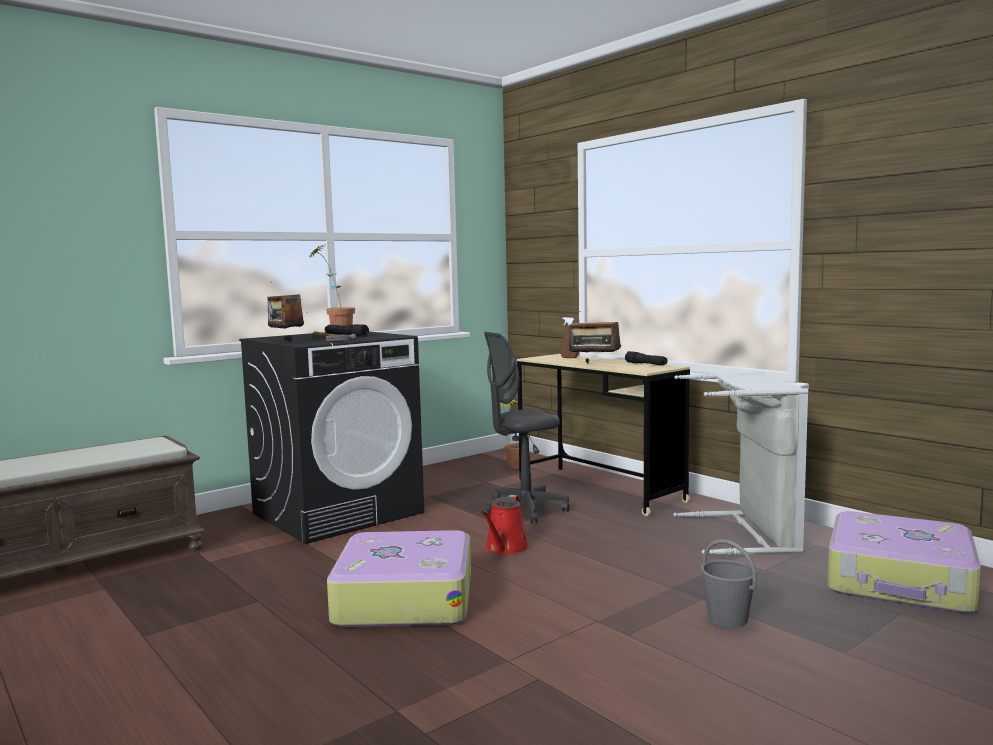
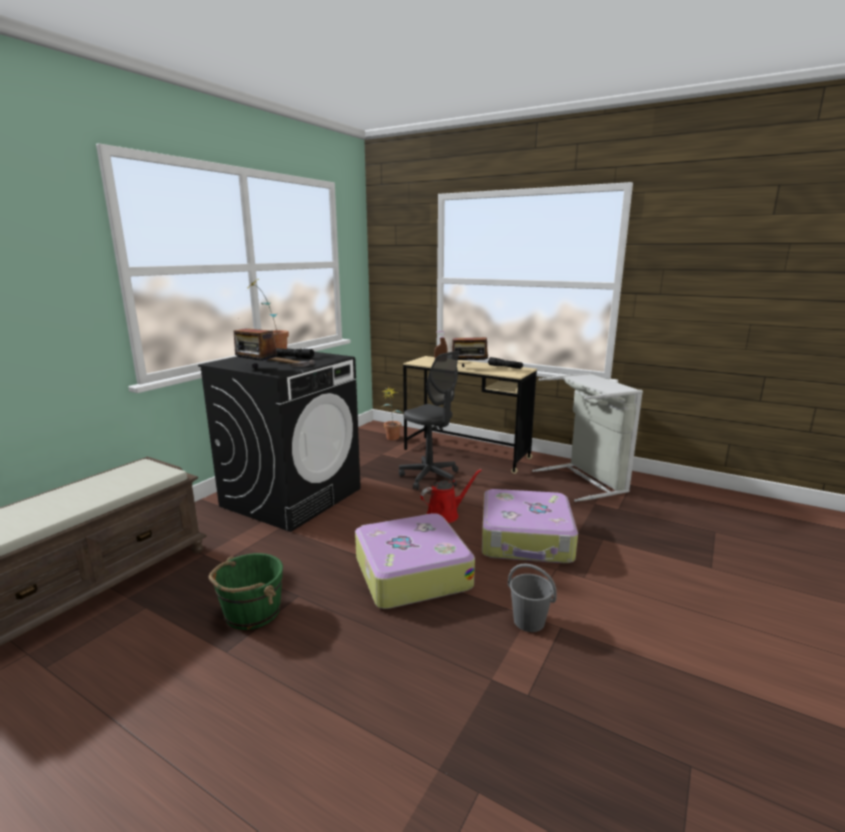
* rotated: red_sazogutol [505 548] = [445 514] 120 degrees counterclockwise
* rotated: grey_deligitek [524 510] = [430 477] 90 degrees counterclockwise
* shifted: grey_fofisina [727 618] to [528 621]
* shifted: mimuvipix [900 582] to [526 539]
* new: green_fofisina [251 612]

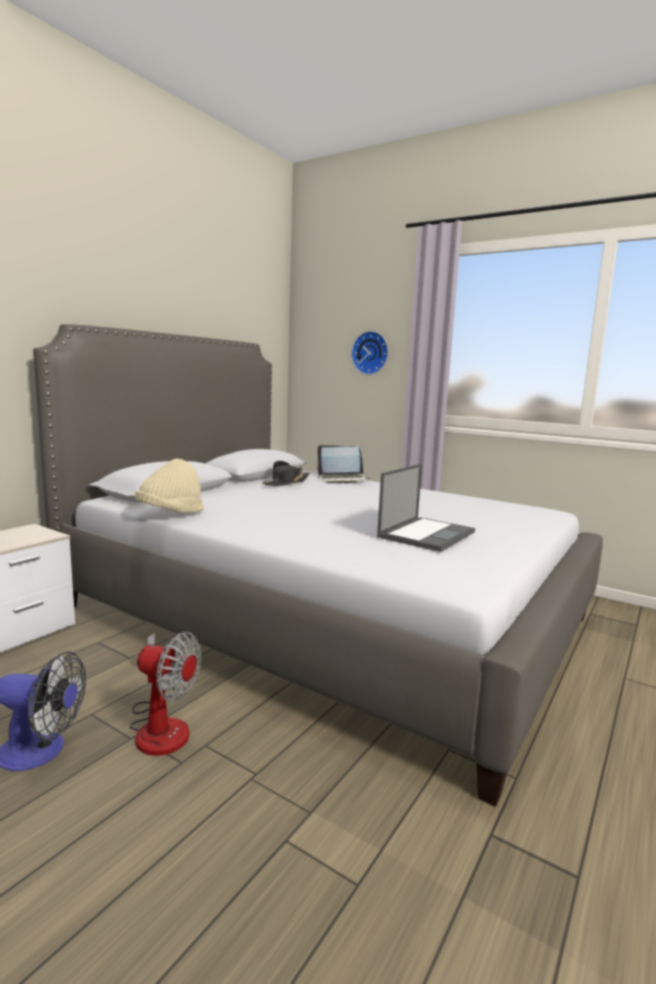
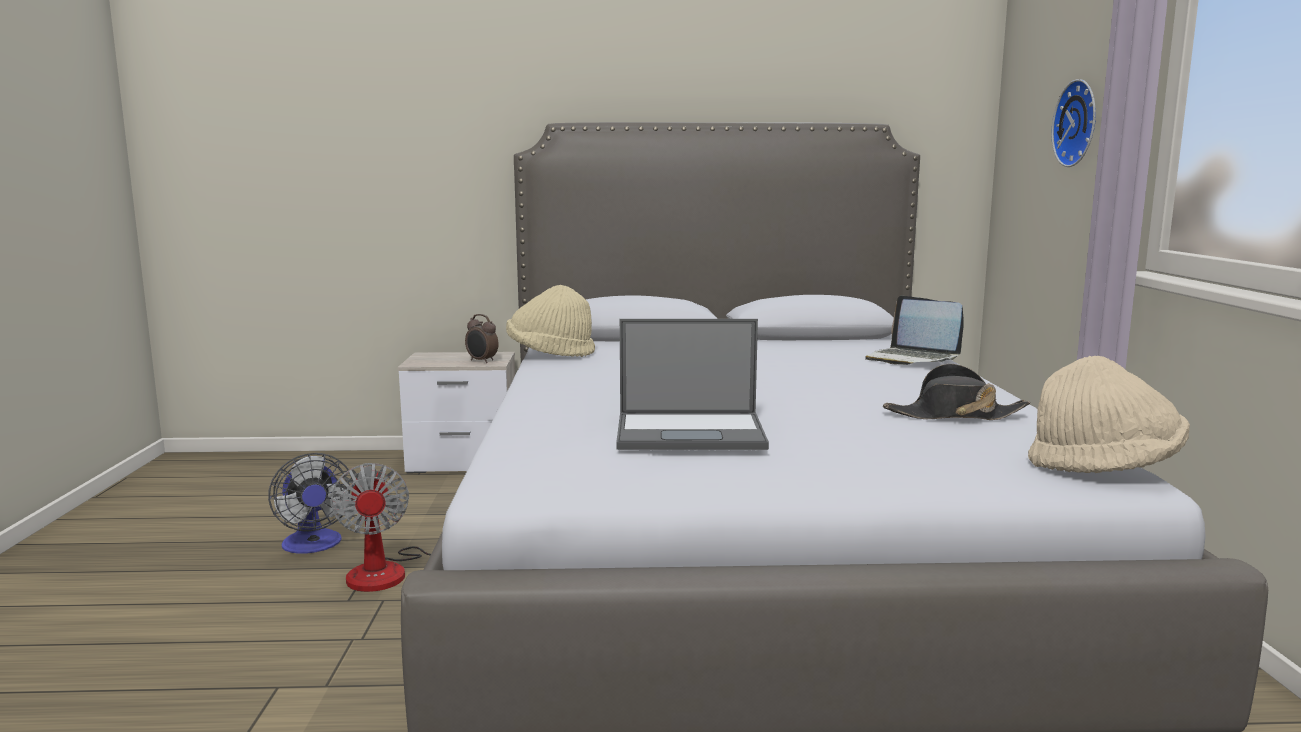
* shifted: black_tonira [286 483] to [954 415]
* new: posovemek [482 361]
* new: beige_tonira [1103 467]

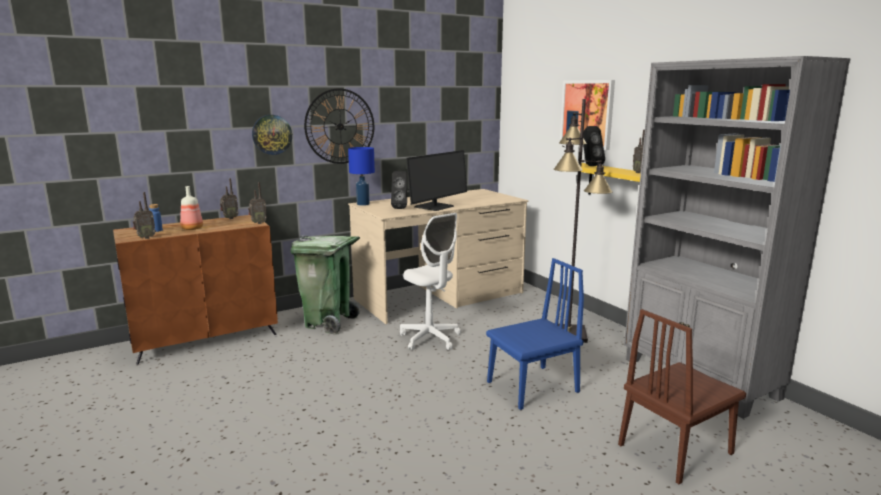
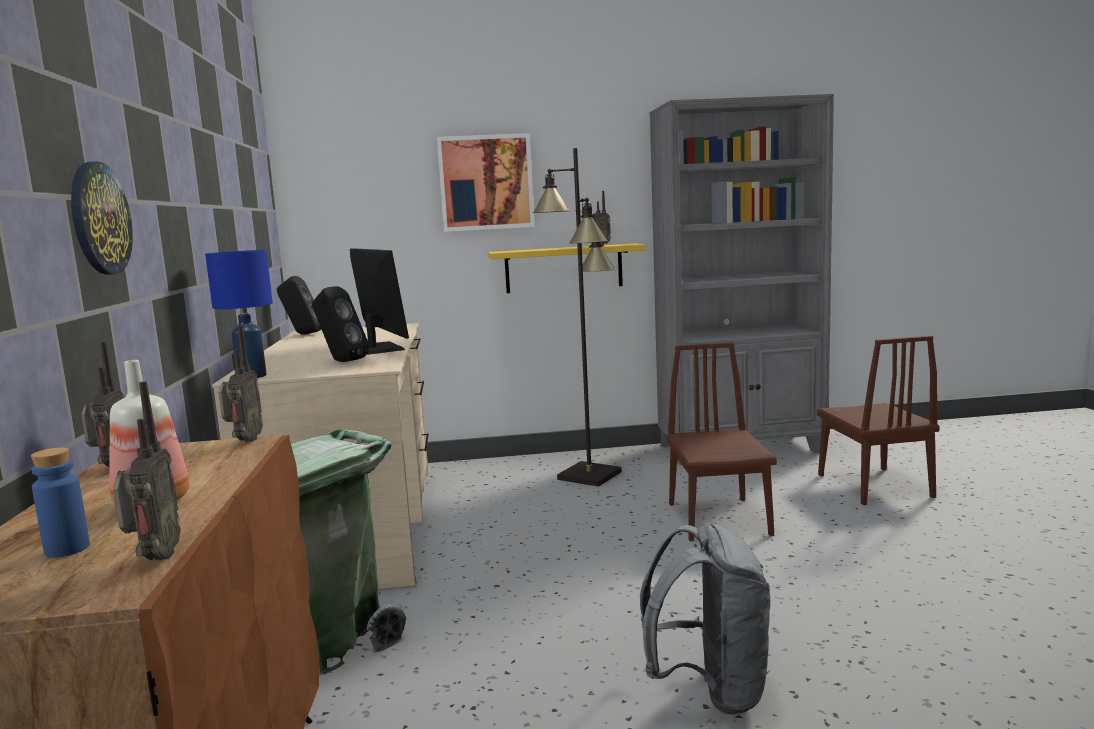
* gone: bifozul [340 126]
* gone: white_deligitek [430 338]
* repainted: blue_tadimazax [532 387] to brown_tadimazax [718 519]
* shifted: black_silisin [590 166] to [302 334]
* new: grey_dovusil [710 689]

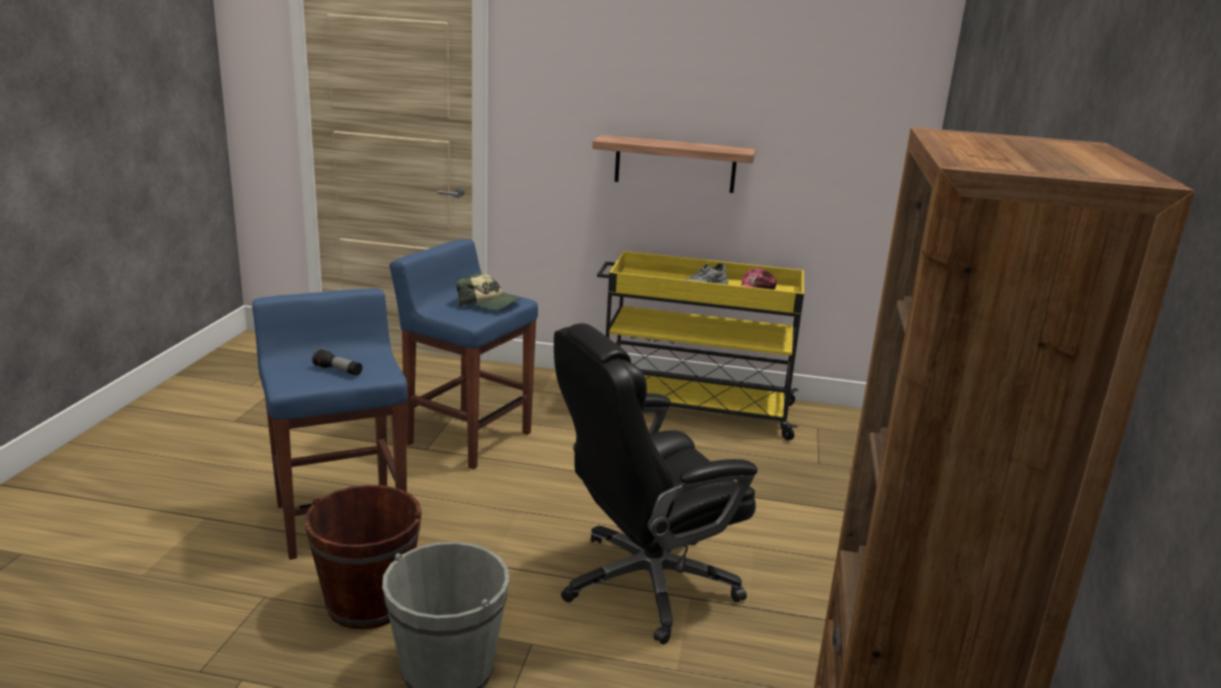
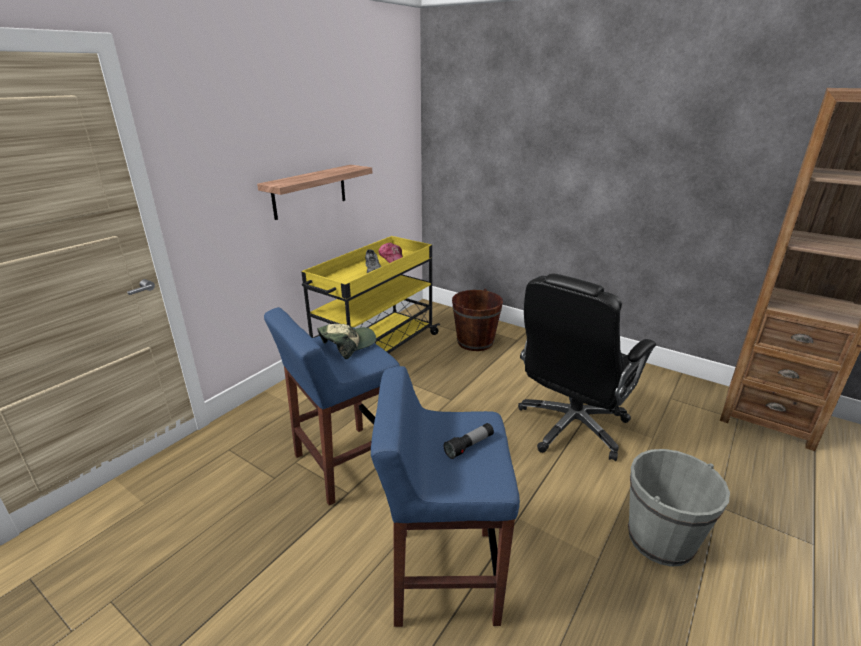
* shifted: brown_fofisina [368 603] to [475 342]
* rotated: black_deligitek [645 584] = [571 427] 45 degrees clockwise

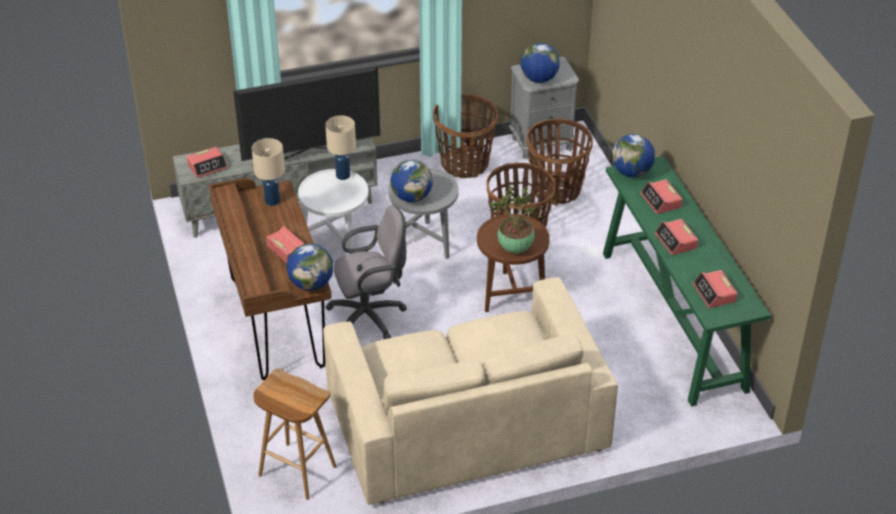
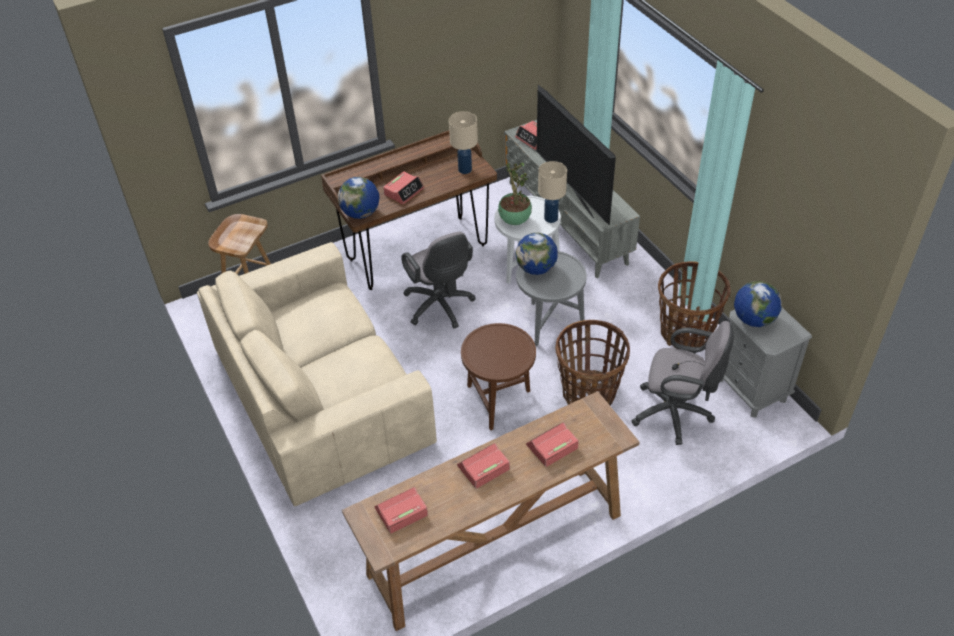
* shifted: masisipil [514 248] to [514 220]
* swapped: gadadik [556 190] to grey_deligitek [676 414]
* repainted: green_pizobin [673 320] to brown_pizobin [494 545]
* gone: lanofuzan [631 172]

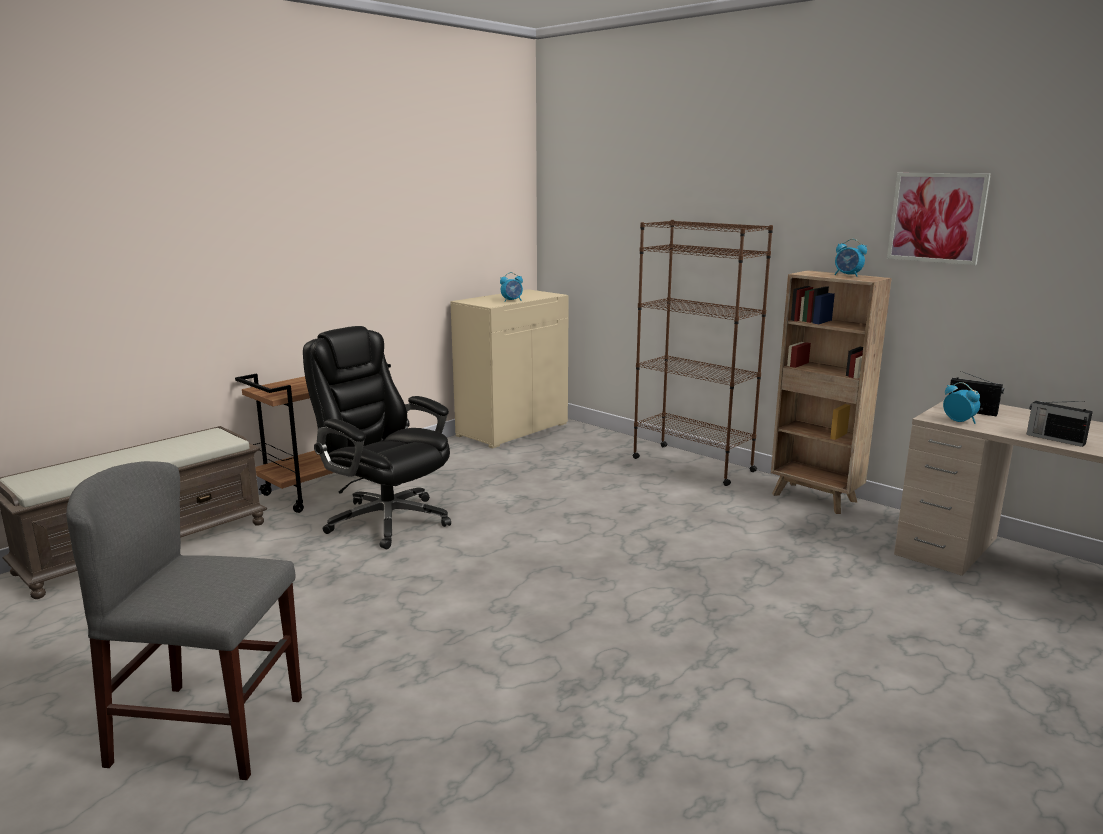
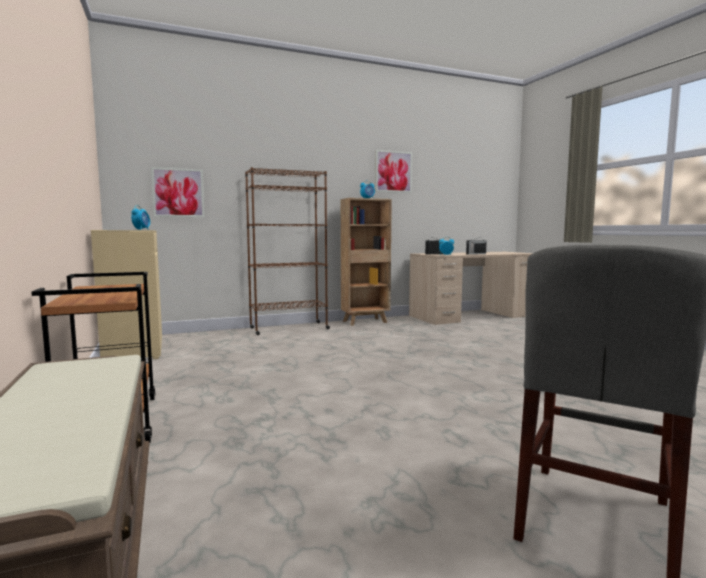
* gone: black_deligitek [386 520]
* new: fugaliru [178 193]

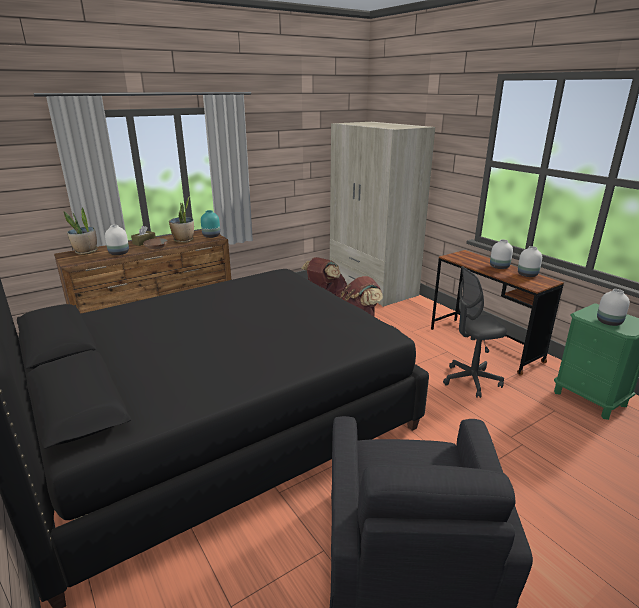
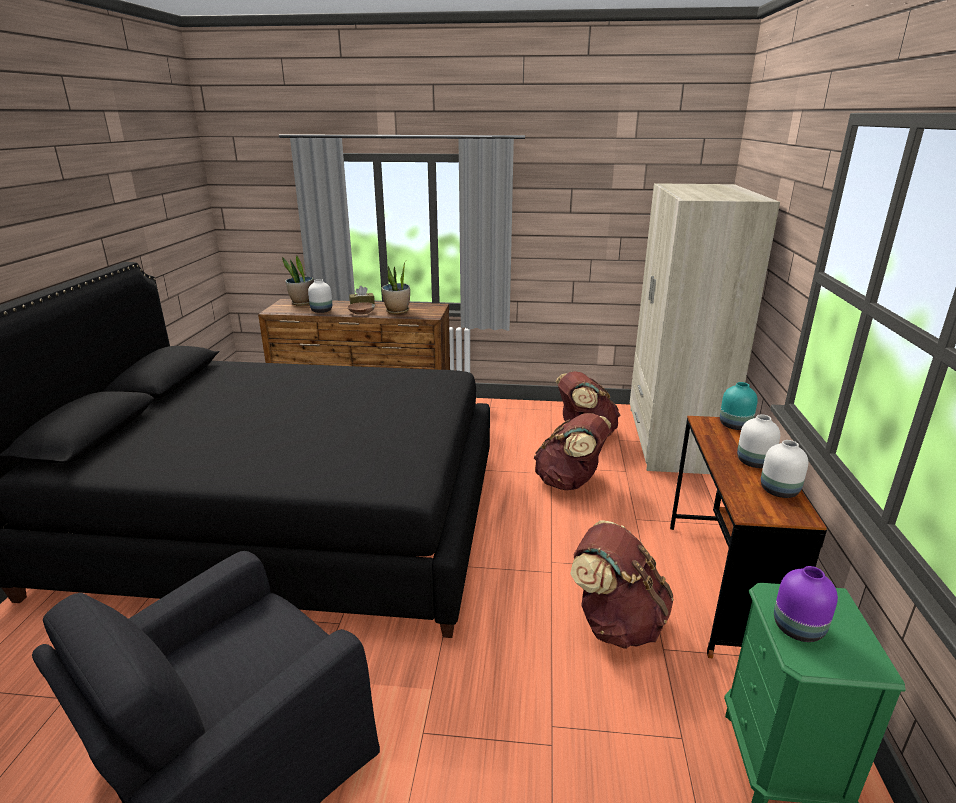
* shifted: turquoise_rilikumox [211 236] to [734 425]
* swapped: grey_deligitek [471 381] to brown_dovusil [616 623]
* repainted: white_rilikumox [609 322] to purple_rilikumox [798 629]

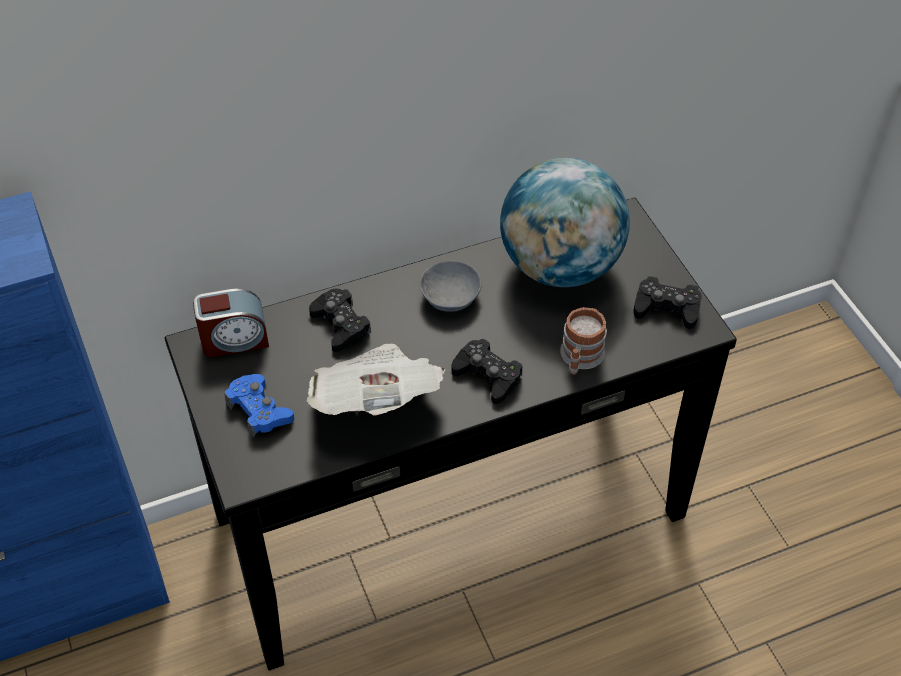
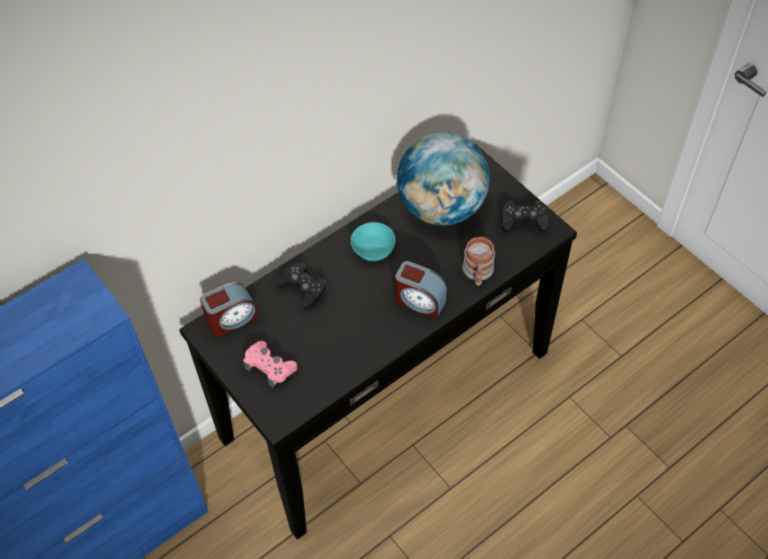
* repainted: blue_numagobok [259 410] to pink_numagobok [270 367]
* gone: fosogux [377 402]
* repainted: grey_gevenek [452 298] to turquoise_gevenek [374 249]
* swapped: black_numagobok [487 376] to posovemek [420 301]

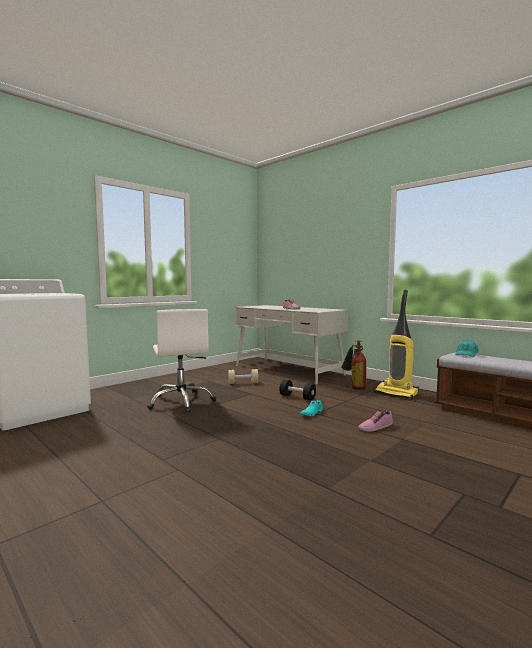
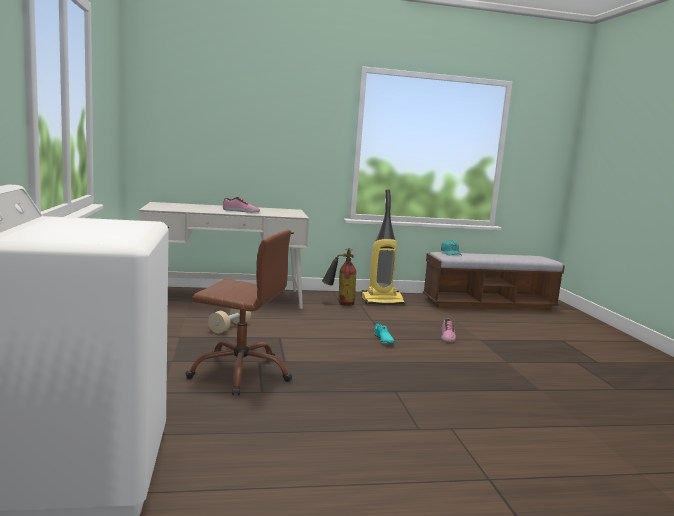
* repainted: white_deligitek [181 402] to brown_deligitek [241 372]
* gone: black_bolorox [297 397]

